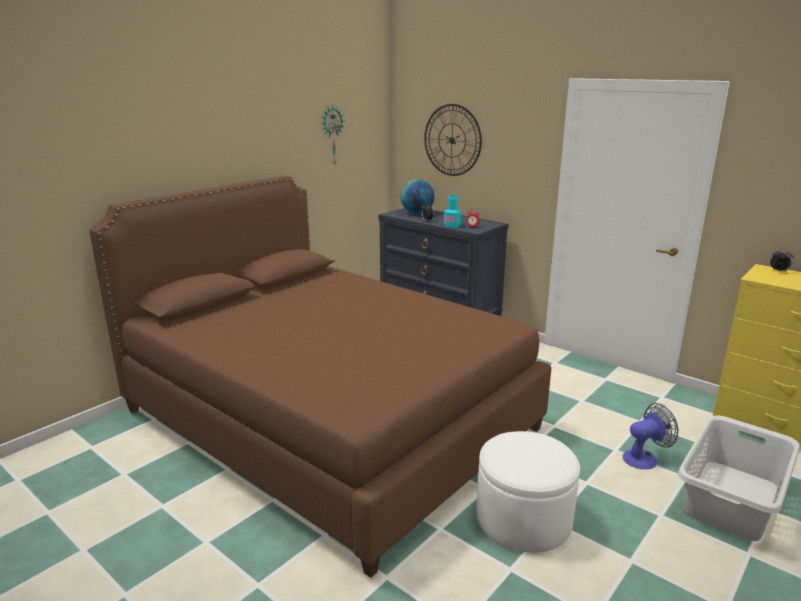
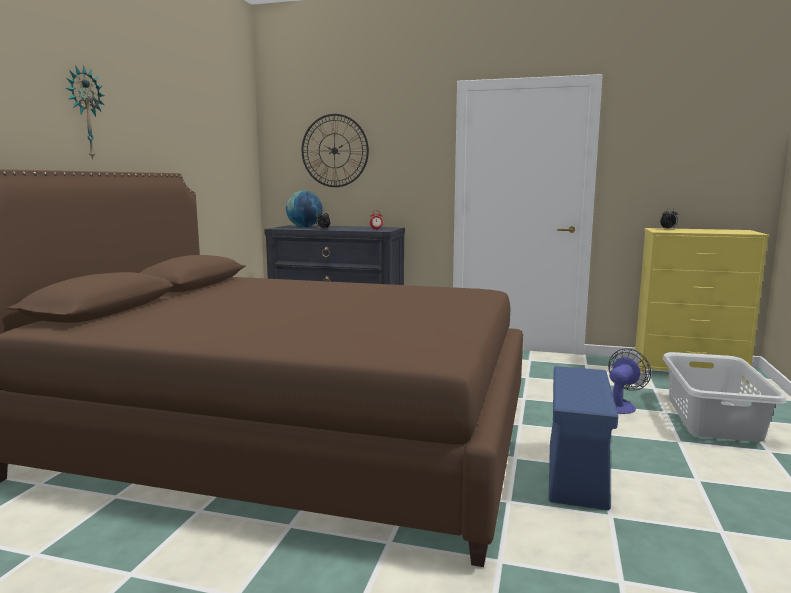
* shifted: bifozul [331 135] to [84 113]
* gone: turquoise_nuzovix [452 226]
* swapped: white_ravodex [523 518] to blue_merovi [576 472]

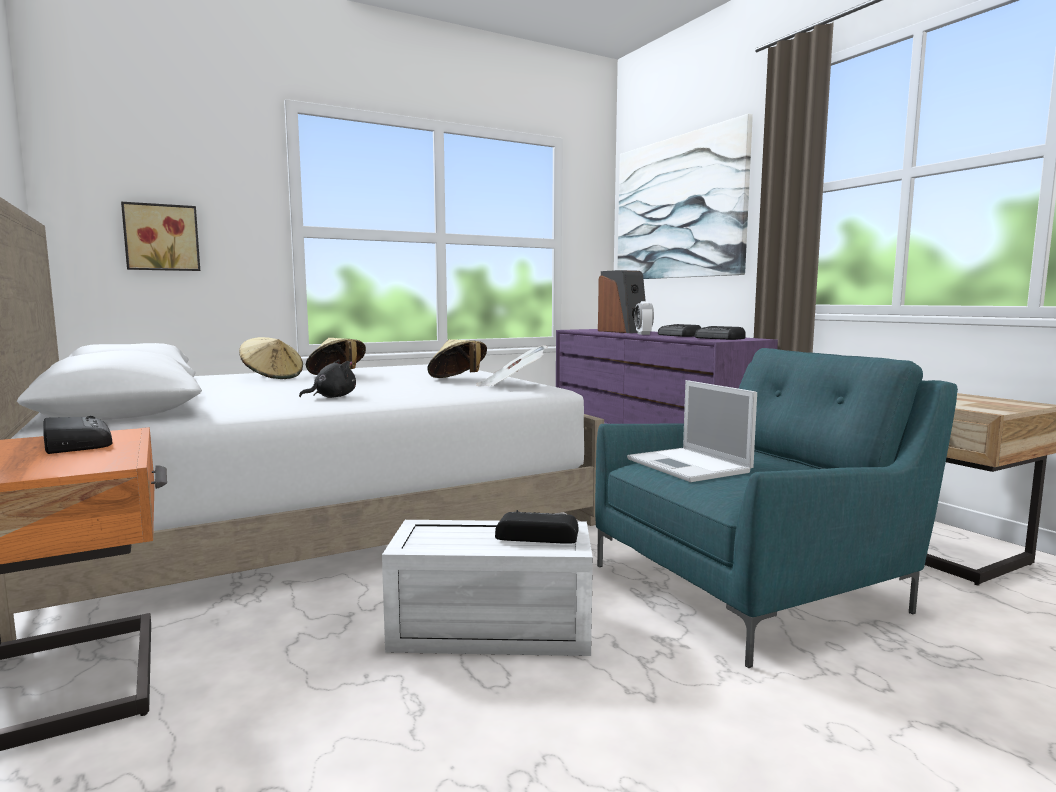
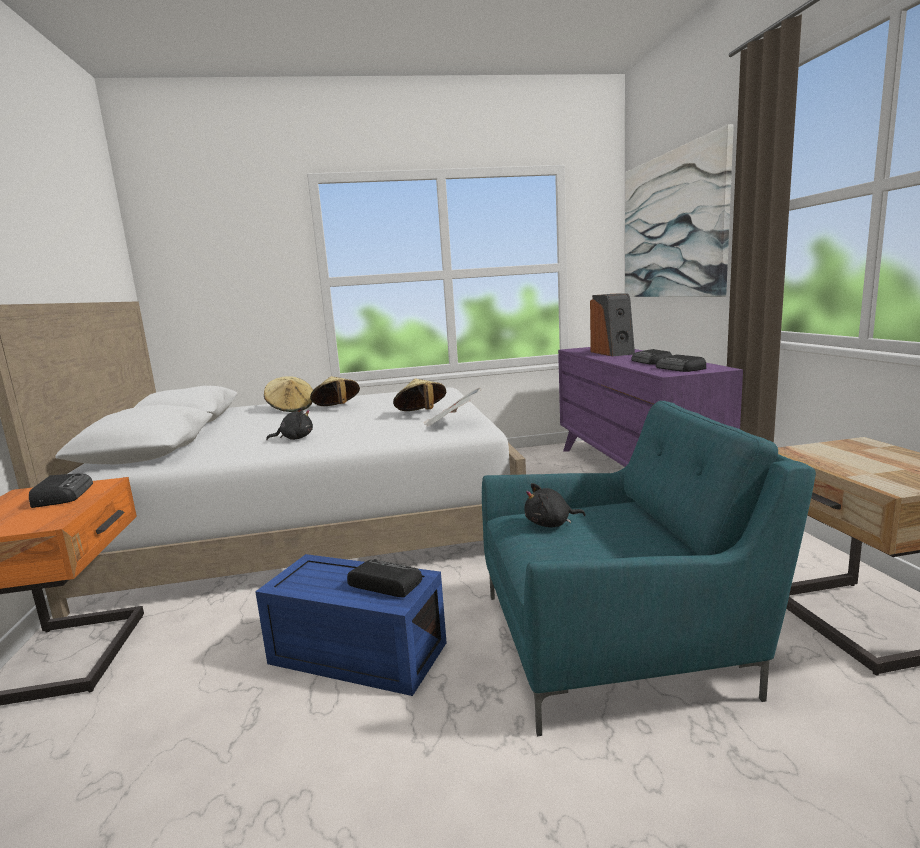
* gone: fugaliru [161 237]
* repainted: white_merovi [488 630] to blue_merovi [354 654]
* swapped: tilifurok [690 466] to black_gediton [550 524]
* gone: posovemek [643 334]

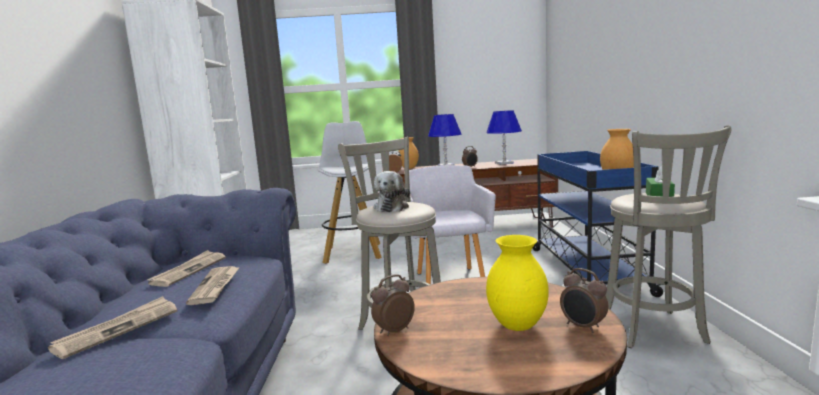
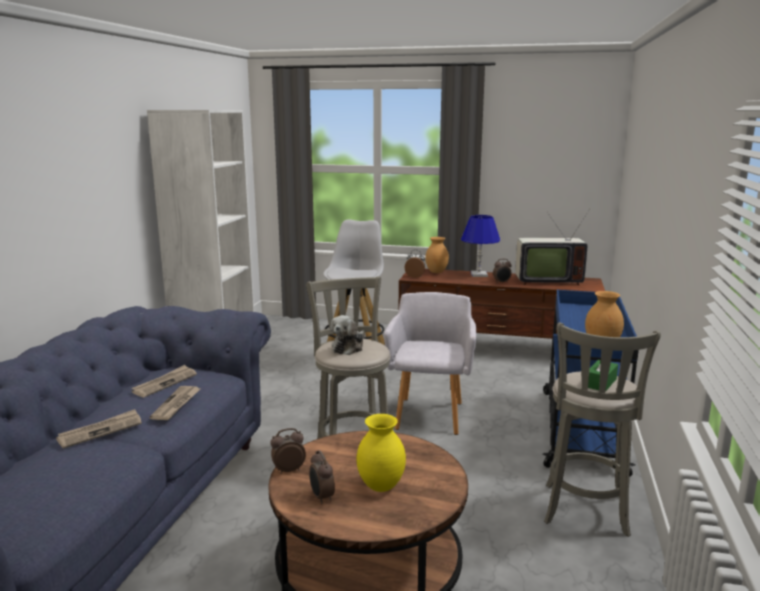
* swapped: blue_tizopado [504 163] to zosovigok [546 281]
* shifted: posovemek [583 327] to [321 497]

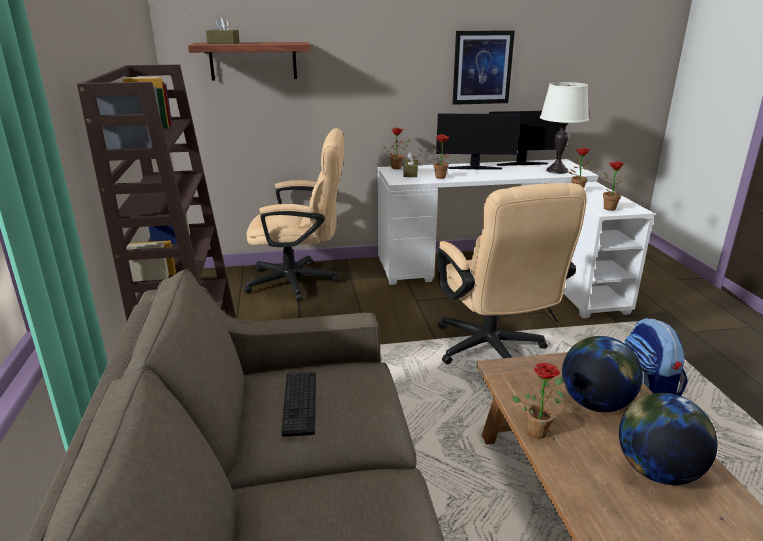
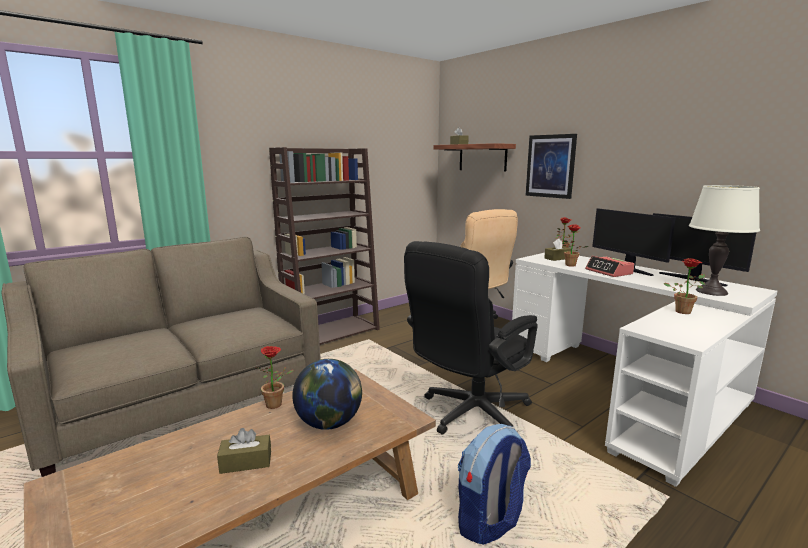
* gone: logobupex [300 403]
* repainted: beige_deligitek [493 352] to black_deligitek [468 414]
* shifted: fugaliru [482 67] to [550 166]
* gone: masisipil [607 208]
* swapped: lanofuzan [657 471] to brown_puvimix [246 462]
* new: posovemek [609 272]

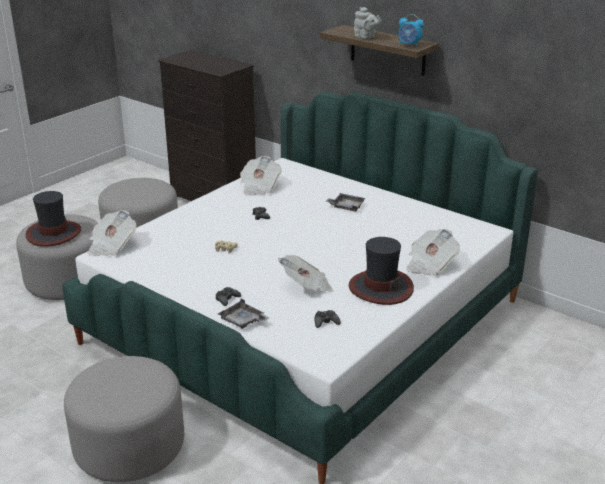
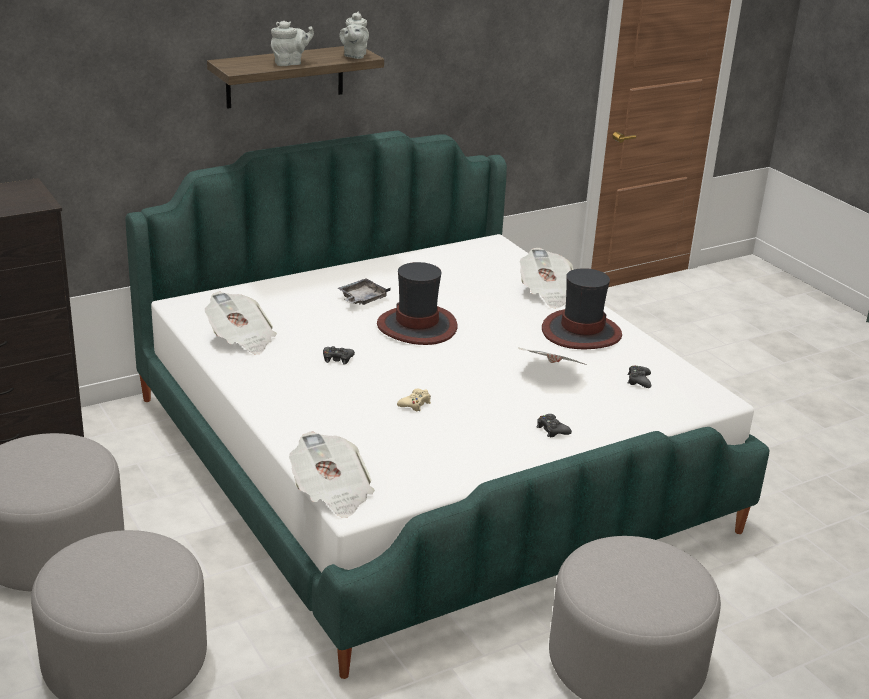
* shifted: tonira [53 234] to [417 326]
* gone: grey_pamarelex [243 321]
* swapped: posovemek [409 45] to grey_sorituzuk [354 55]

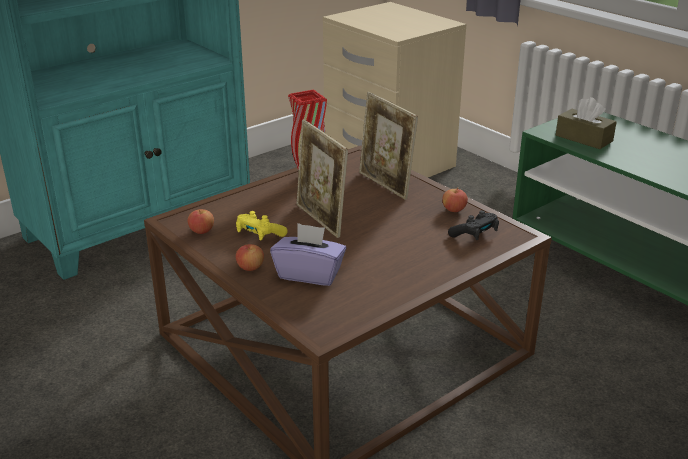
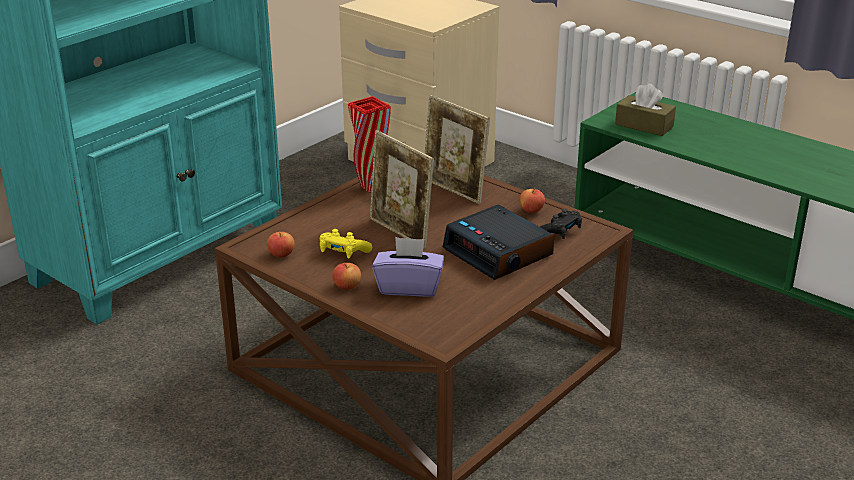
* new: posovemek [499 252]

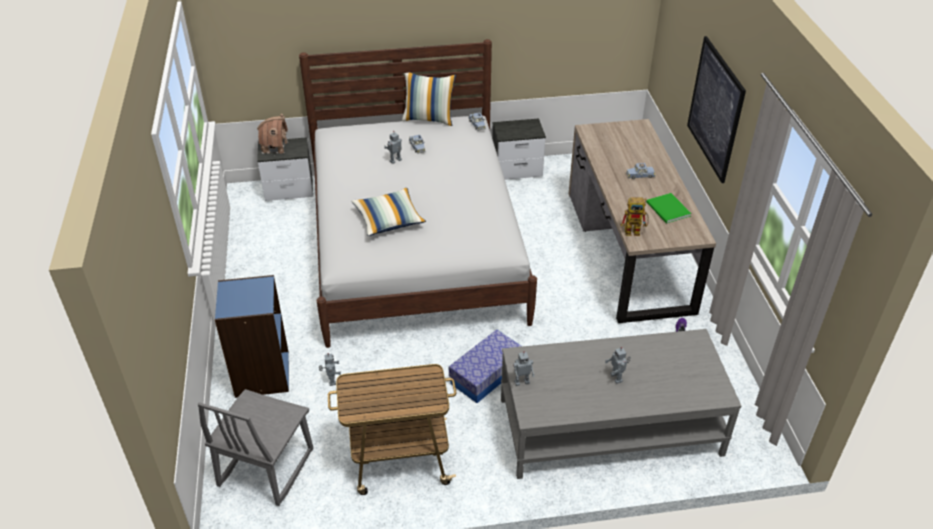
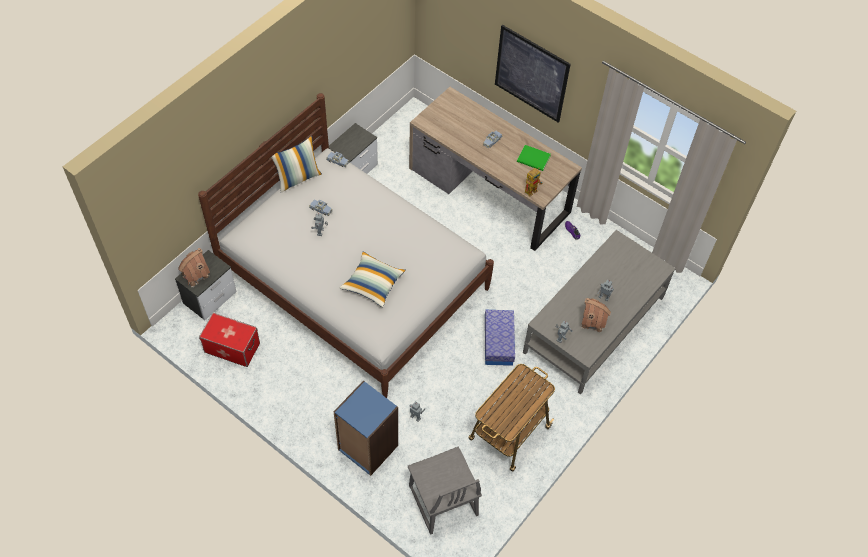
* new: merovi [232 348]
* new: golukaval [593 321]

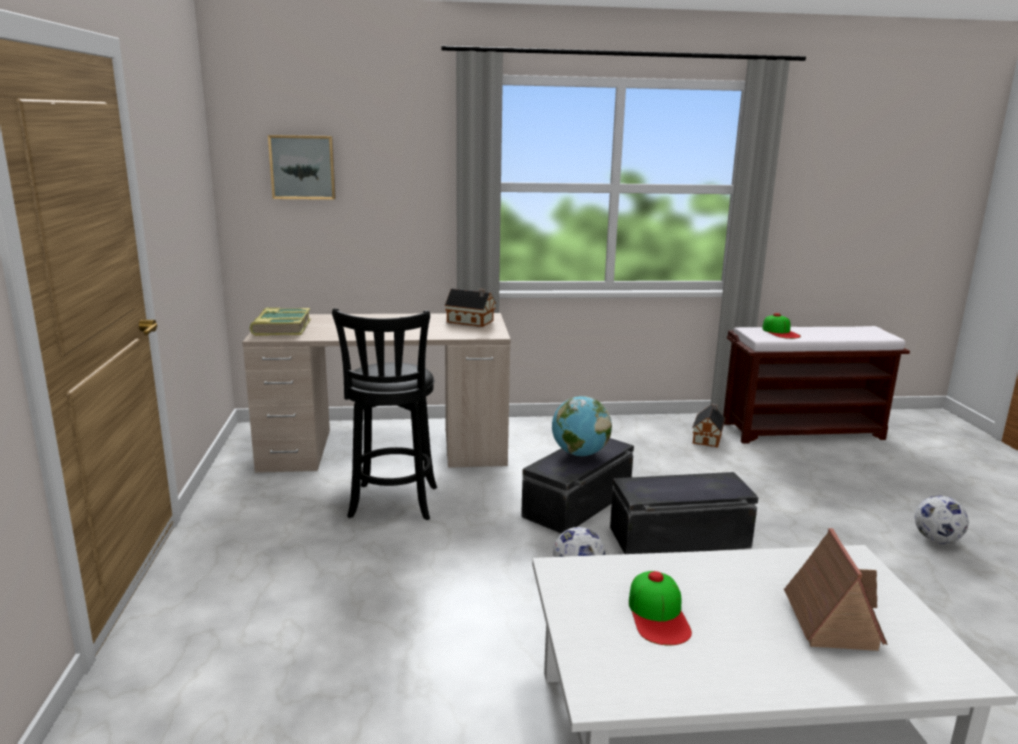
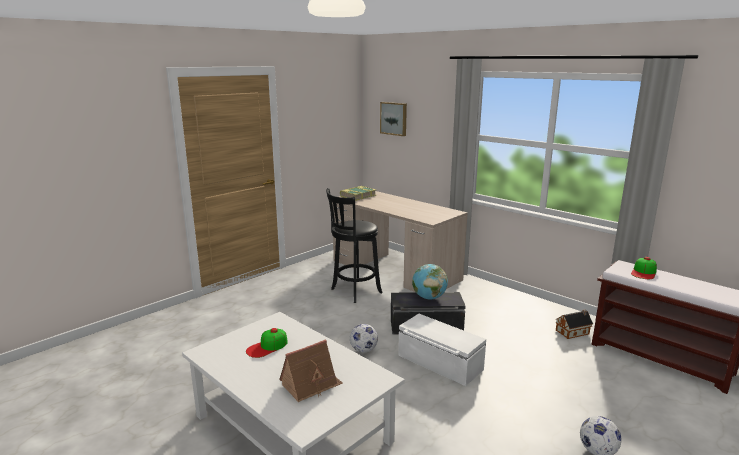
* gone: golukaval [471 321]
* repainted: black_merovi [680 538] to white_merovi [439 363]

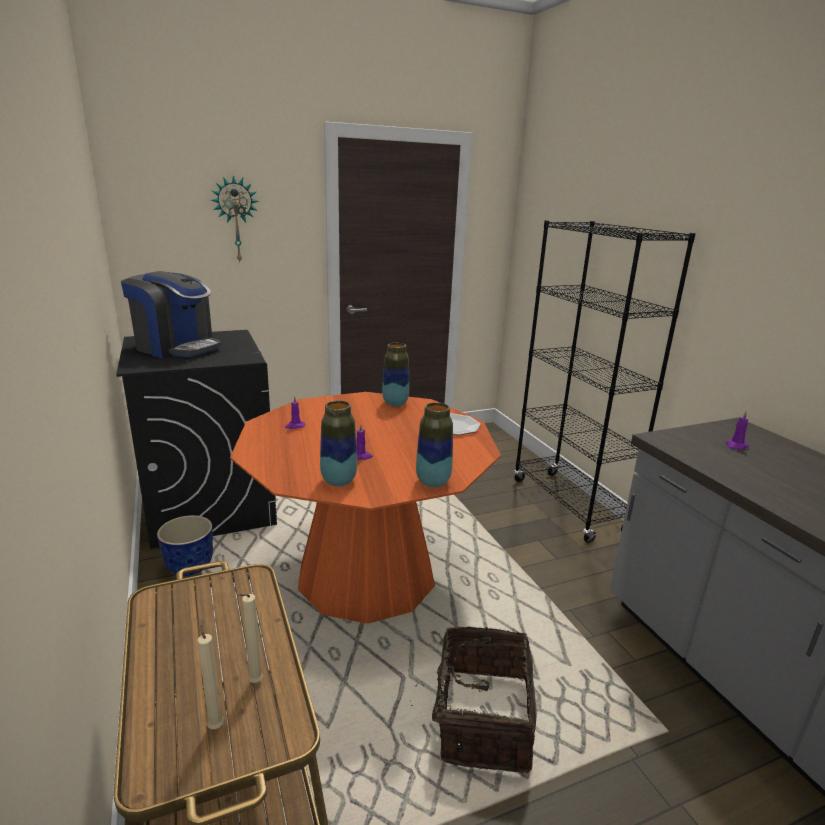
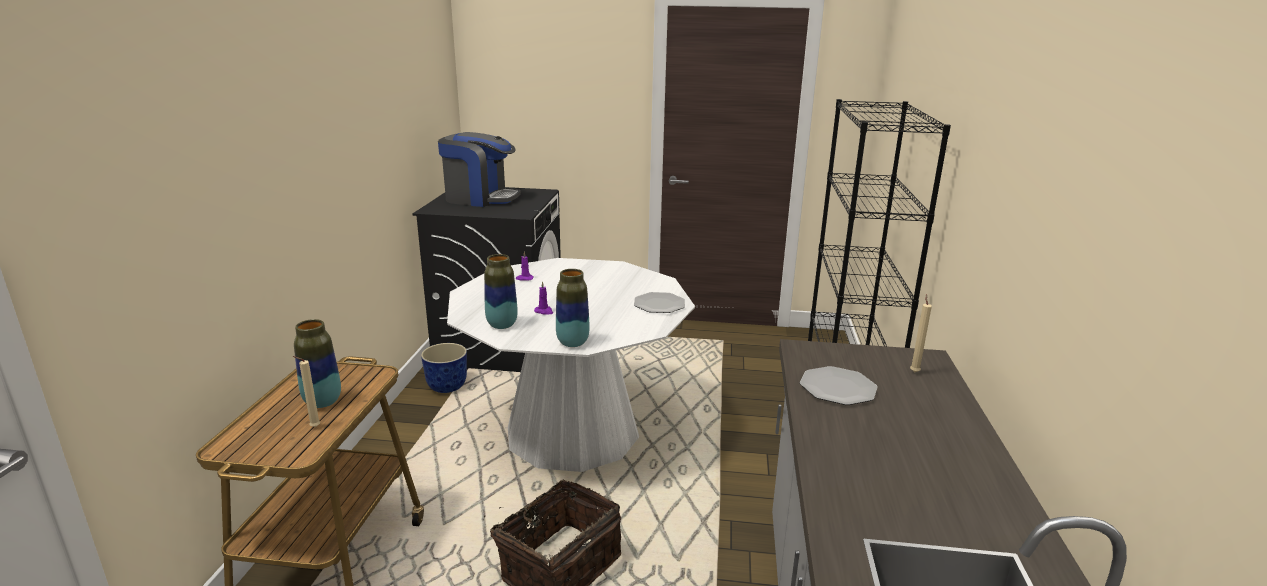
* rotated: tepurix [176 347] = [480 198] 45 degrees counterclockwise
* shifted: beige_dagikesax [216 725] to [914 371]
* gone: bifozul [236 220]
* repainted: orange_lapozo [366 575] to white_lapozo [572 433]
* shifted: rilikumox [395 403] to [323 402]
* gone: purple_dagikesax [735 446]
* new: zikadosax [838 388]

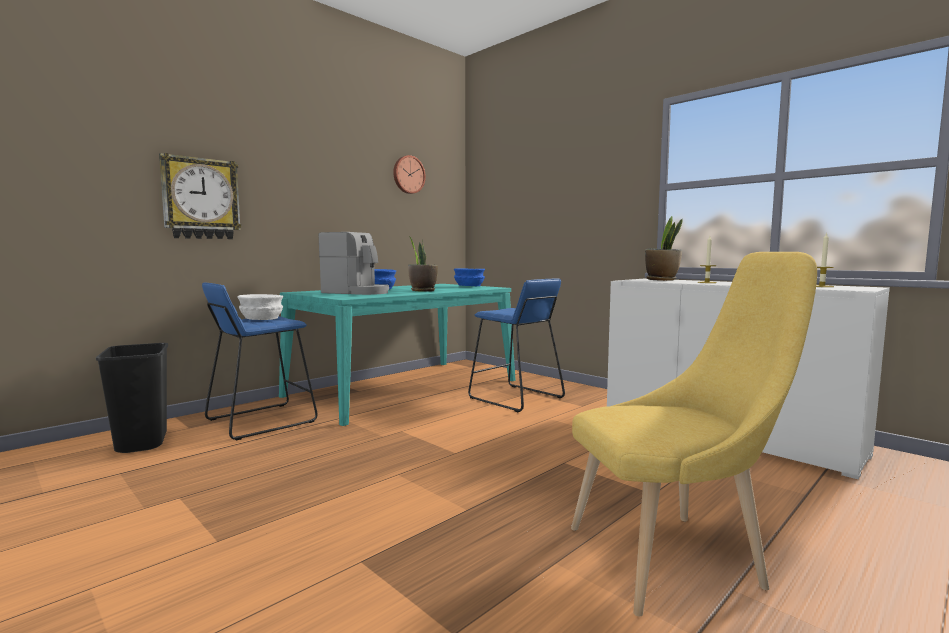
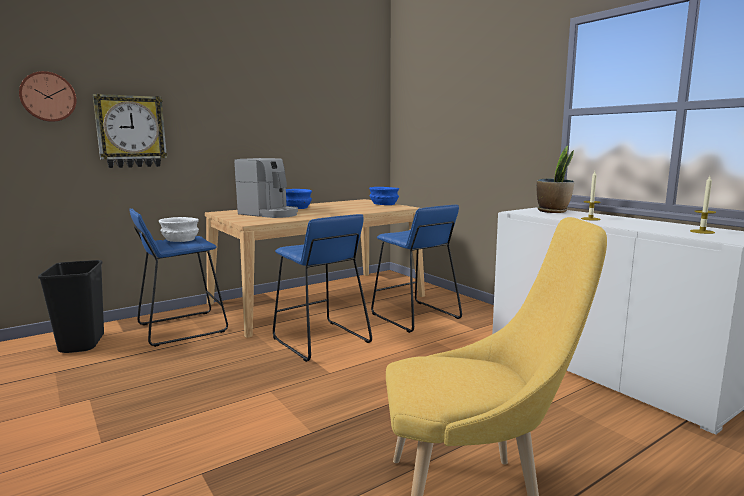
* repainted: turquoise_lapozo [404 388] to beige_lapozo [318 299]
* shifted: bifozul [408 175] to [48 97]
* gone: masisipil [422 291]
* new: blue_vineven [320 340]

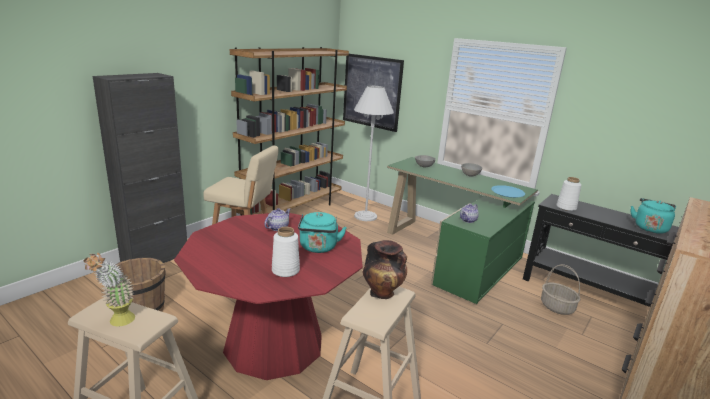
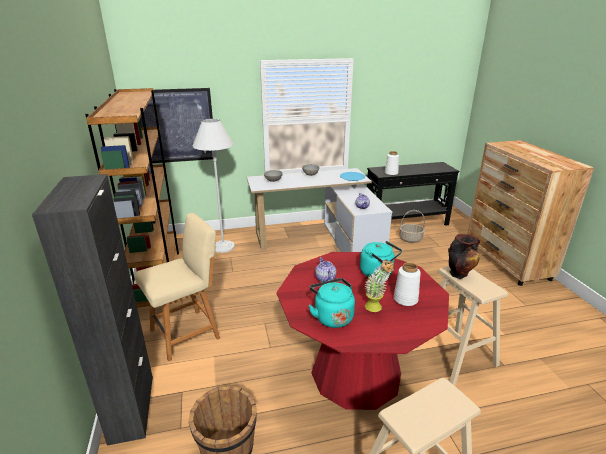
* shifted: masisipil [117 323] to [376 309]
* repainted: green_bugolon [454 254] to white_bugolon [322 240]
* shifted: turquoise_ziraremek [649 228] to [332 316]

